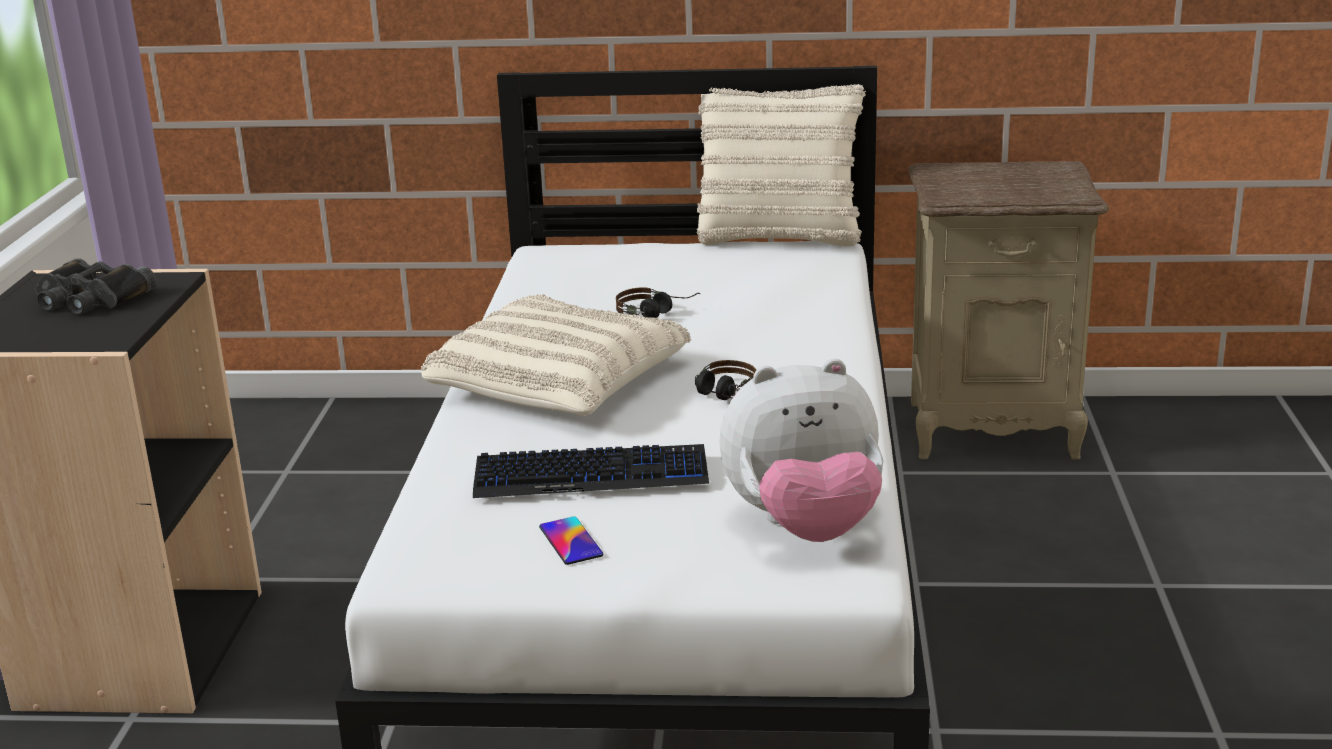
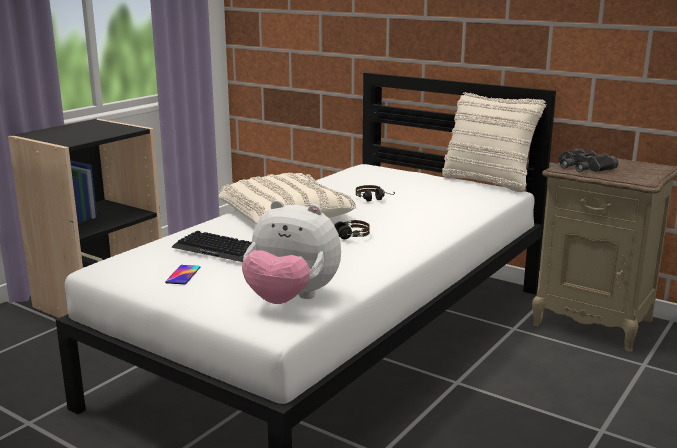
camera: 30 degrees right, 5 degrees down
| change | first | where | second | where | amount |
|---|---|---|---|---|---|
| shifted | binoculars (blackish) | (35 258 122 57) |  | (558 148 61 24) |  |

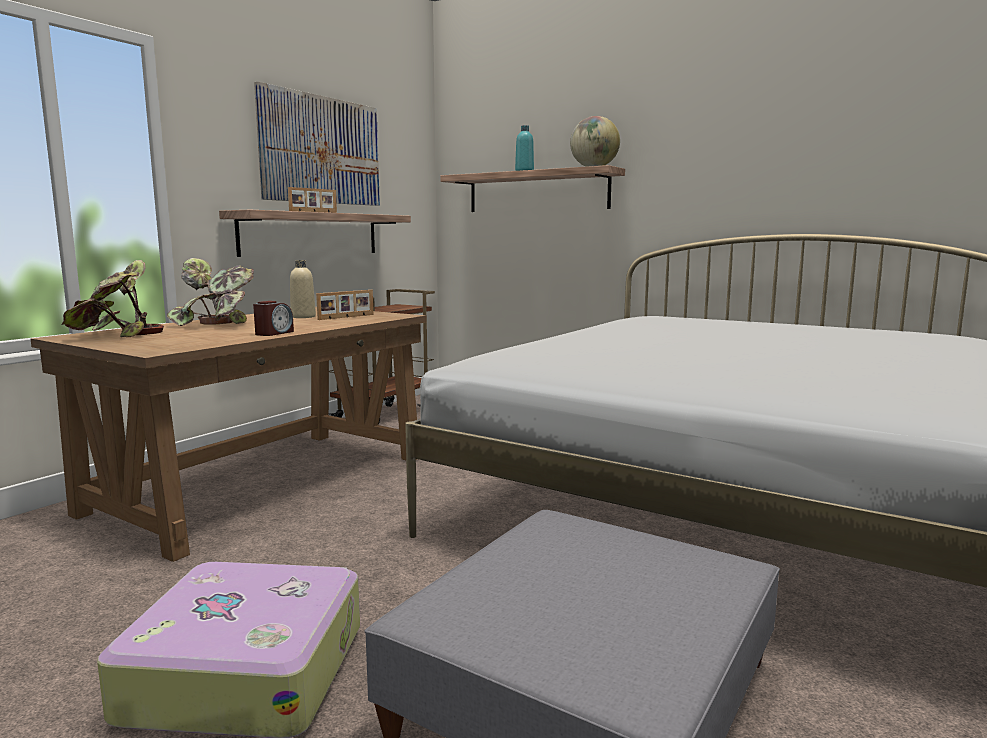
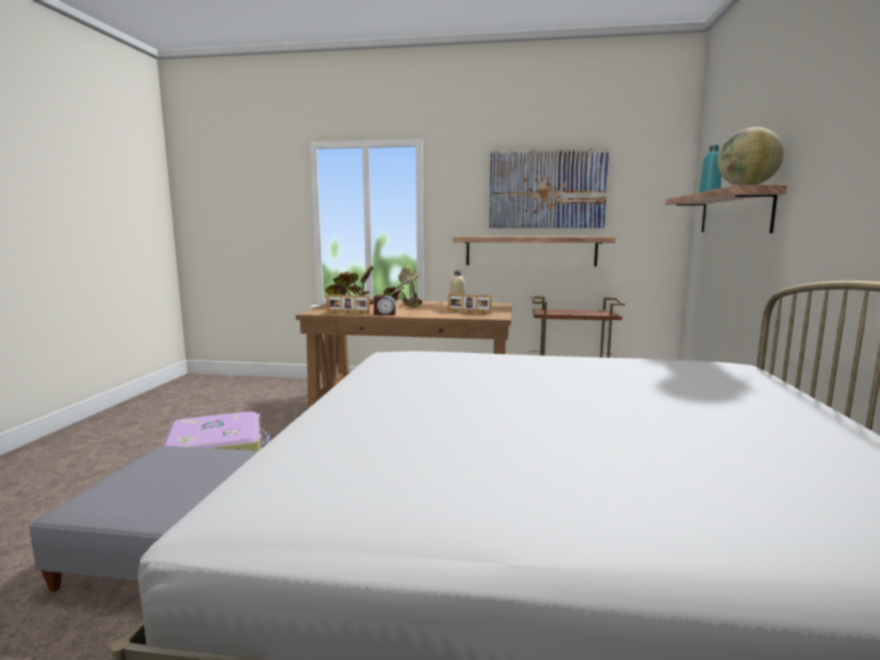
camera: 65 degrees right, 0 degrees up
| change | first | where | second | where | amount |
|---|---|---|---|---|---|
| shifted | standing frame | (288 187 49 26) |  | (326 294 44 20) |  |

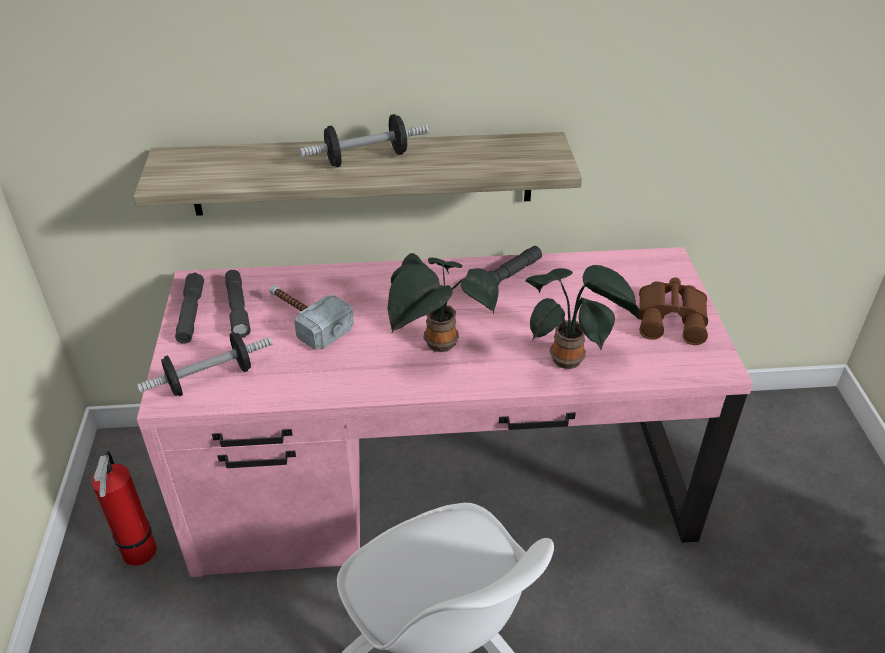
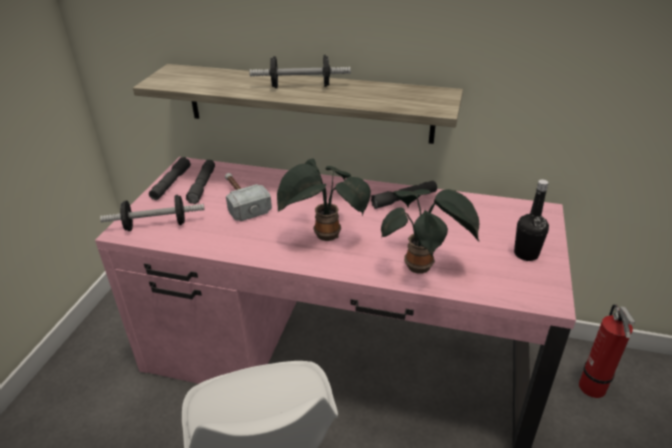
camera: 20 degrees right, 5 degrees down
| change | first | where | second | where | amount |
|---|---|---|---|---|---|
| swapped | binoculars (brownish) | (639 277 69 68) | beverage bottle (blackish) | (514 180 35 81) |  |
| shifted | fire-fighting cylinder | (92 451 65 115) |  | (579 304 56 94) |  |

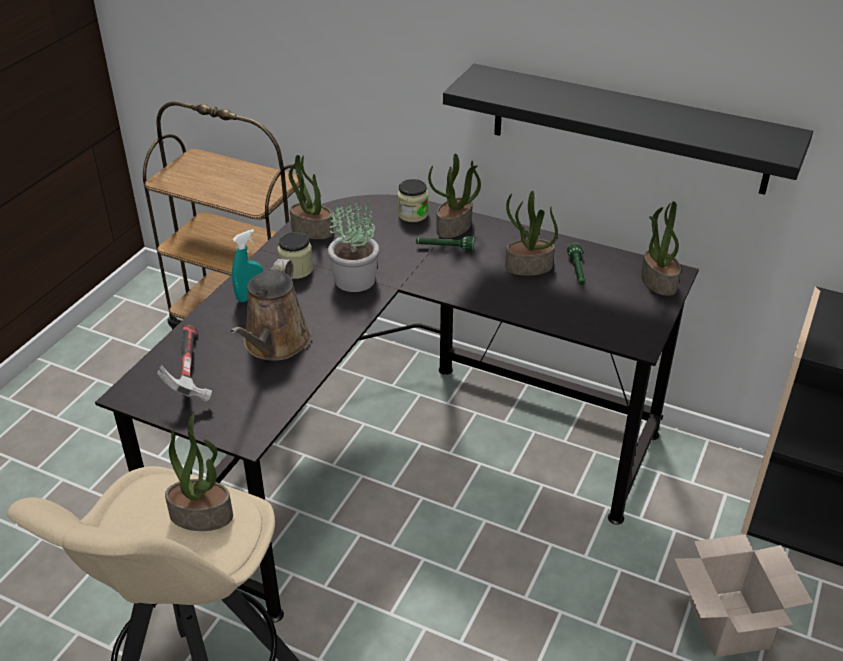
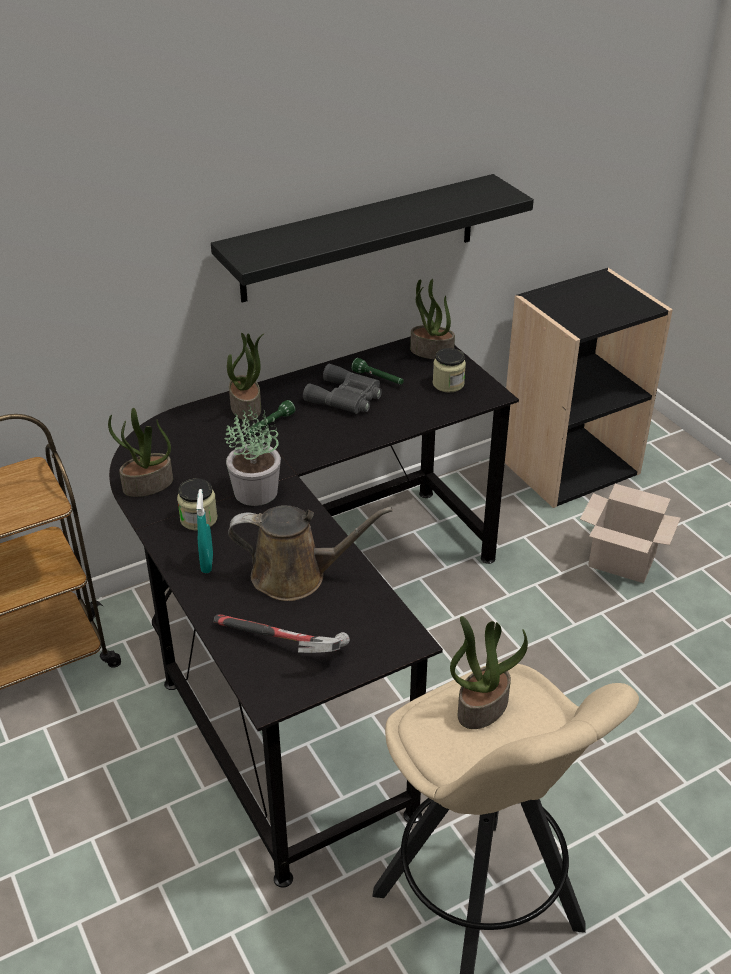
camera: 55 degrees left, 0 degrees up
| change | first | where | second | where | amount |
|---|---|---|---|---|---|
| rotated | watering pot (brownish) | (230 259 81 102) |  | (228 505 165 96) | 45 degrees counterclockwise |
| swapped | houseplant | (505 191 53 85) | binoculars (grey) | (303 364 79 50) |  |
| shifted | storage jar | (397 179 32 43) |  | (433 348 33 44) |  |

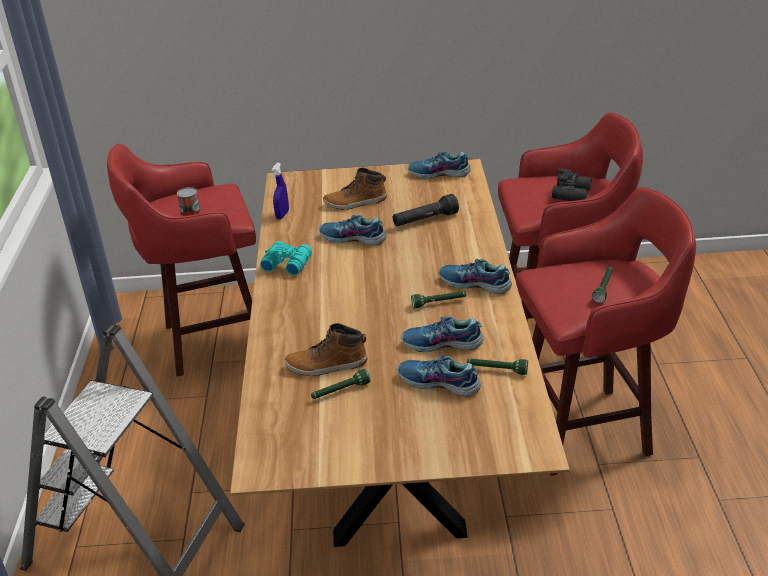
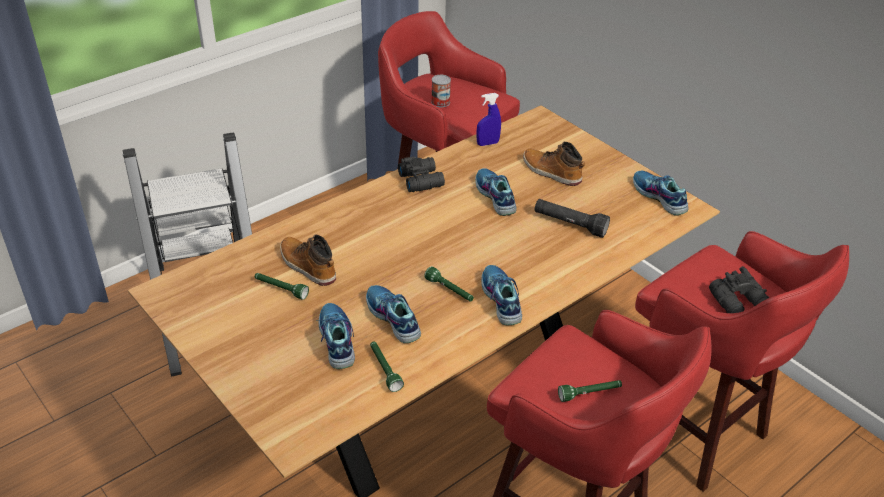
camera: 50 degrees right, 5 degrees up
| change | first | where | second | where | amount |
|---|---|---|---|---|---|
| repainted | binoculars (turquoise) | (260 241 52 34) | binoculars (blackish) | (398 156 47 36) |  |

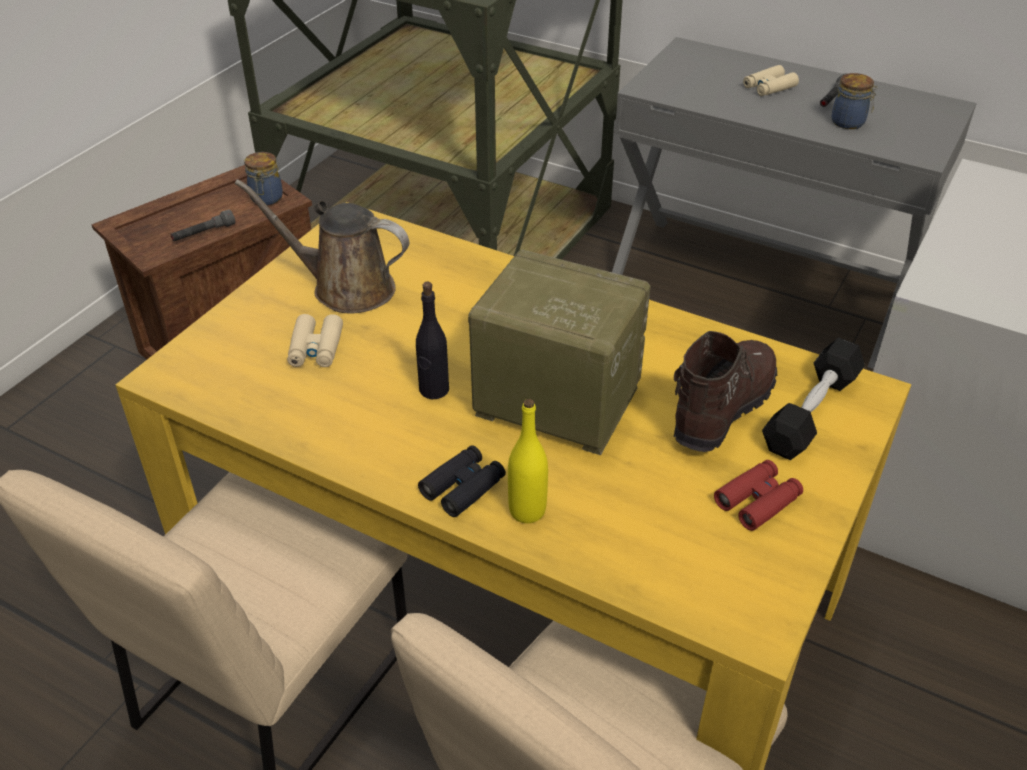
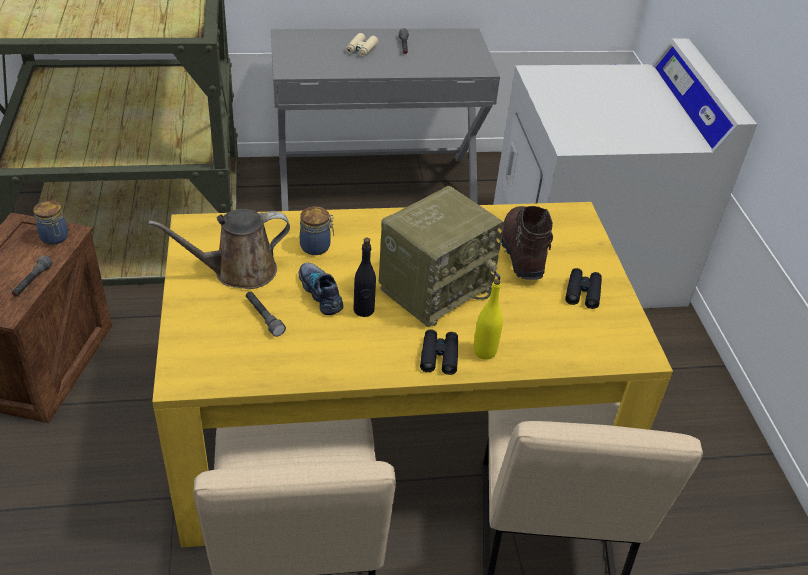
camera: 40 degrees left, 0 degrees up
| change | first | where | second | where | amount |
|---|---|---|---|---|---|
| swapped | binoculars (sand-coloured) | (287 314 56 53) | flashlight (grey) | (246 291 40 46) |  |
| new |  |  | shoe | (299 263 44 52) |  |
| shifted | storage jar | (832 73 46 56) |  | (300 207 34 48) |  |
| rotated | radio set | (468 250 183 205) |  | (379 186 125 141) | 150 degrees clockwise |
| repainted | binoculars (red-coloured) | (714 460 89 71) | binoculars (blackish) | (565 268 37 41) |  |
| gone | dumbbell (blackish) | (762 338 103 122) |  |  |  |

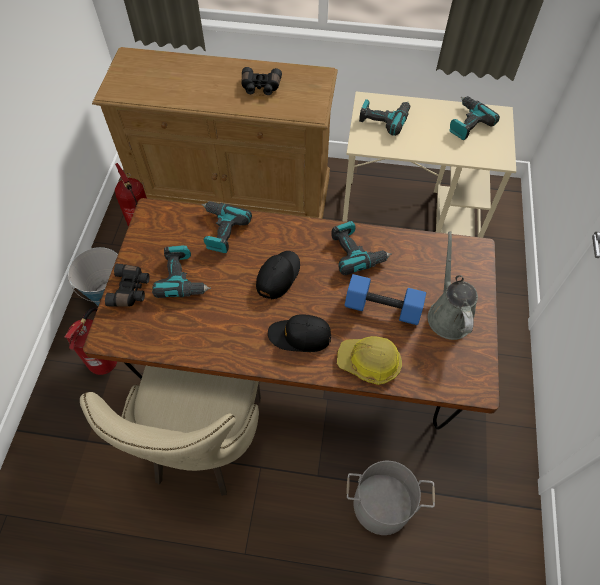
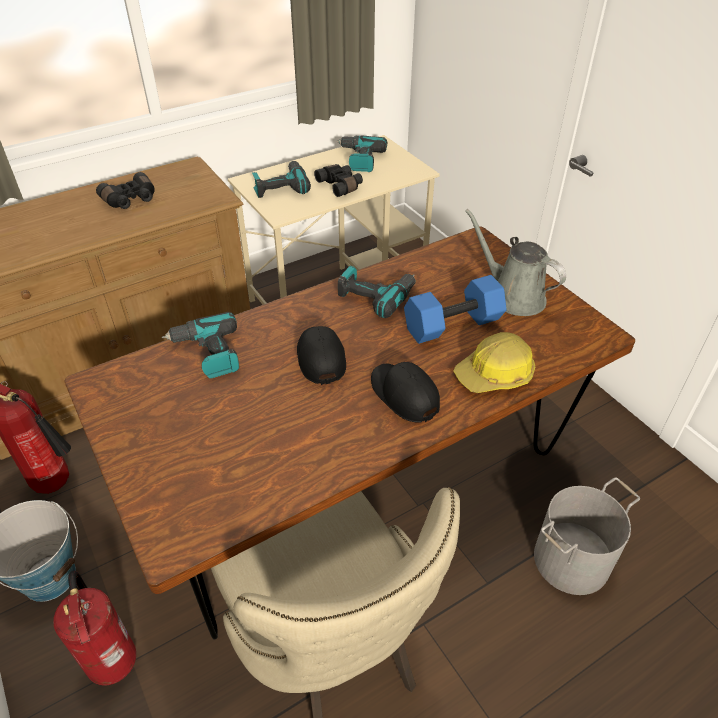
camera: 40 degrees left, 15 degrees down
| change | first | where | second | where | amount |
|---|---|---|---|---|---|
| shifted | binoculars (blackish) | (105 264 45 43) |  | (314 164 49 33) |  |
| rotated | peaked cap (blackish) | (268 315 63 37) |  | (371 362 69 61) | 90 degrees clockwise |
| gone | drill | (152 245 59 53) |  |  |  |

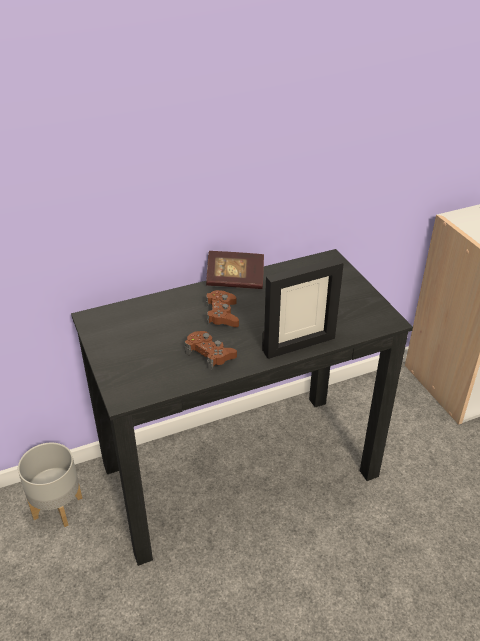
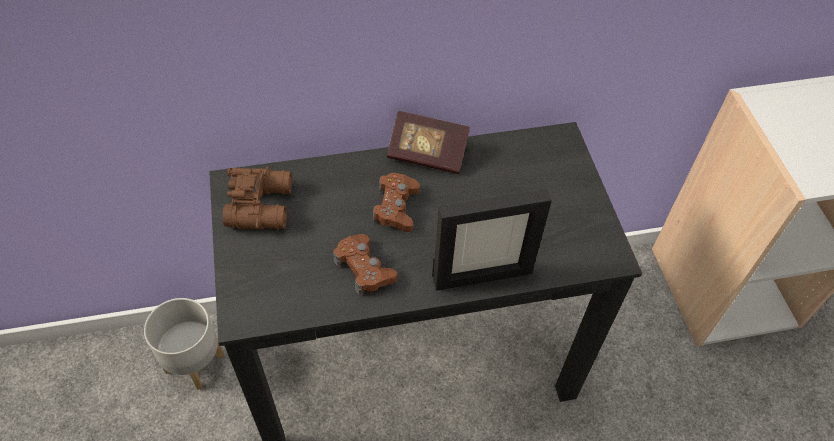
camera: 10 degrees right, 15 degrees up
| change | first | where | second | where | amount |
|---|---|---|---|---|---|
| new |  |  | binoculars (brownish) | (223 166 69 64) |  |

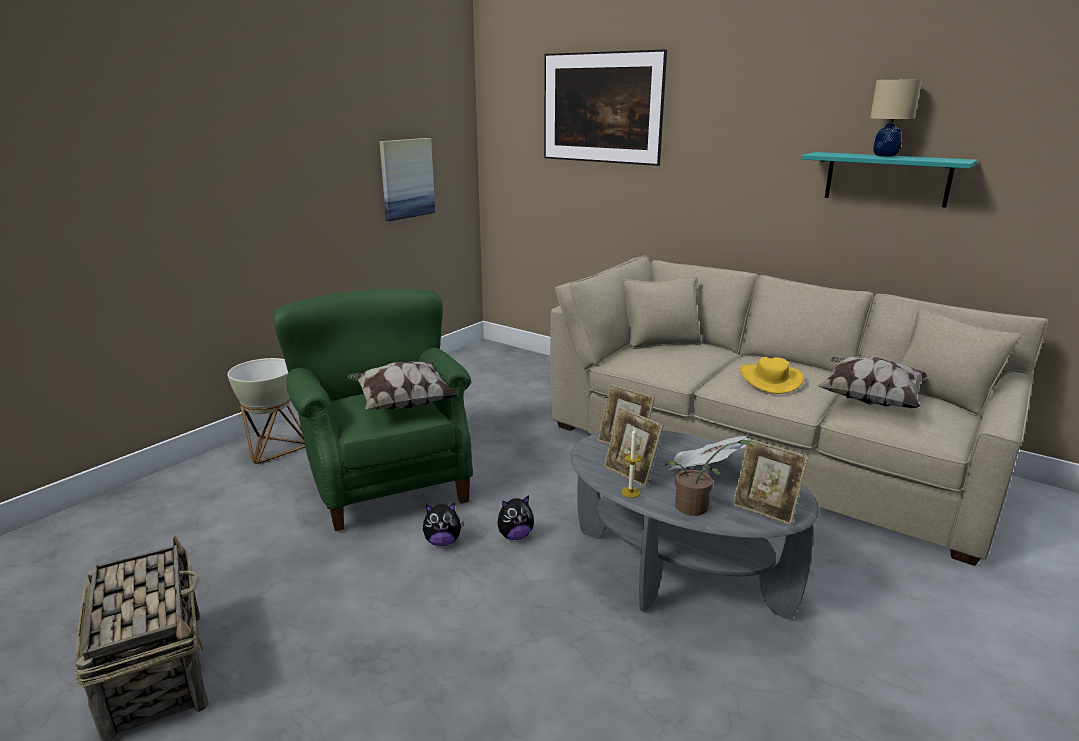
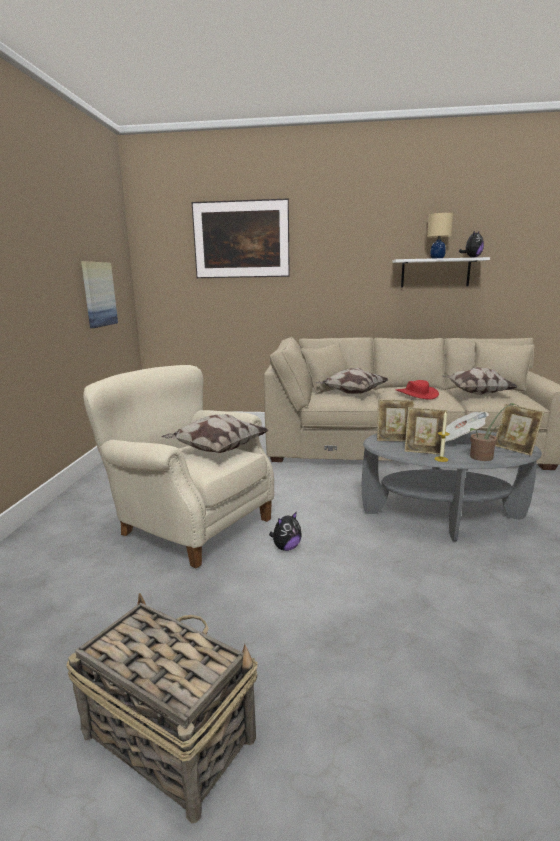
camera: 30 degrees left, 5 degrees down
| change | first | where | second | where | amount |
|---|---|---|---|---|---|
| repainted | armchair (greenish) | (274 289 199 242) | armchair (sand-coloured) | (83 365 191 203) |  |
| new |  |  | pillow | (316 368 73 26) |  |
| repainted | shelf (turquoise) | (801 152 176 56) | shelf (white) | (392 257 98 30) |  |
| repainted | wearable hat (yellow) | (740 357 64 37) | wearable hat (red-coloured) | (396 380 43 20) |  |
| shifted | plush toy | (498 495 36 45) |  | (459 230 25 28) |  |
| rotated | standing frame | (732 438 77 87) |  | (495 404 50 52) | 45 degrees clockwise |
| gone | flower pot | (227 358 78 106) |  |  |  |

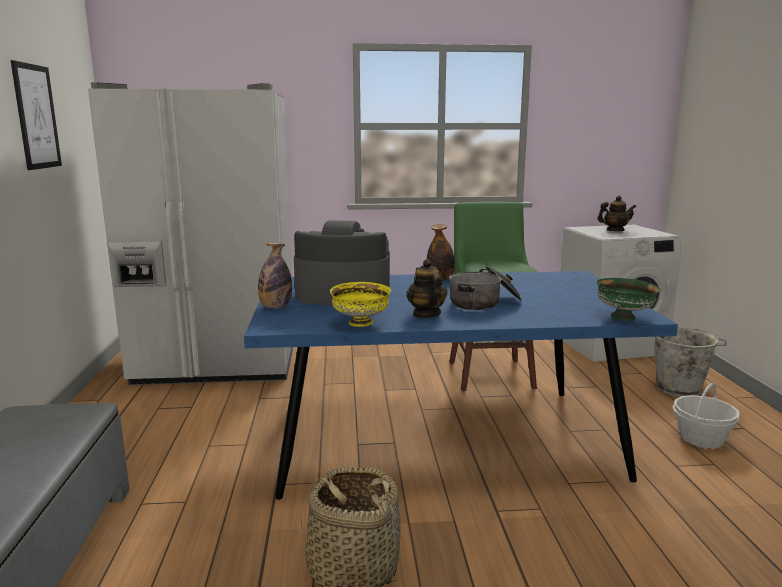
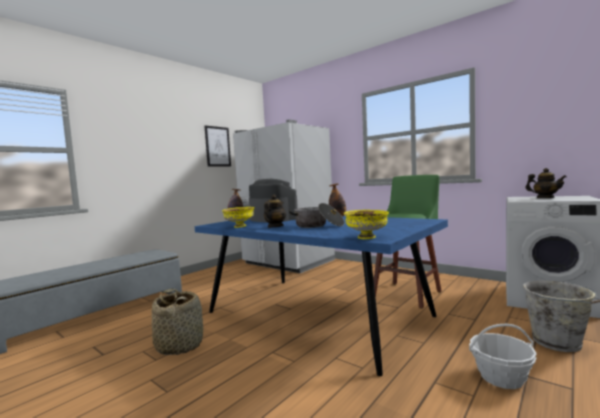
camera: 45 degrees right, 10 degrees down
| change | first | where | second | where | amount |
|---|---|---|---|---|---|
| repainted | deep dish (greenish) | (597 278 63 43) | deep dish (yellow) | (344 210 45 29) |  |

